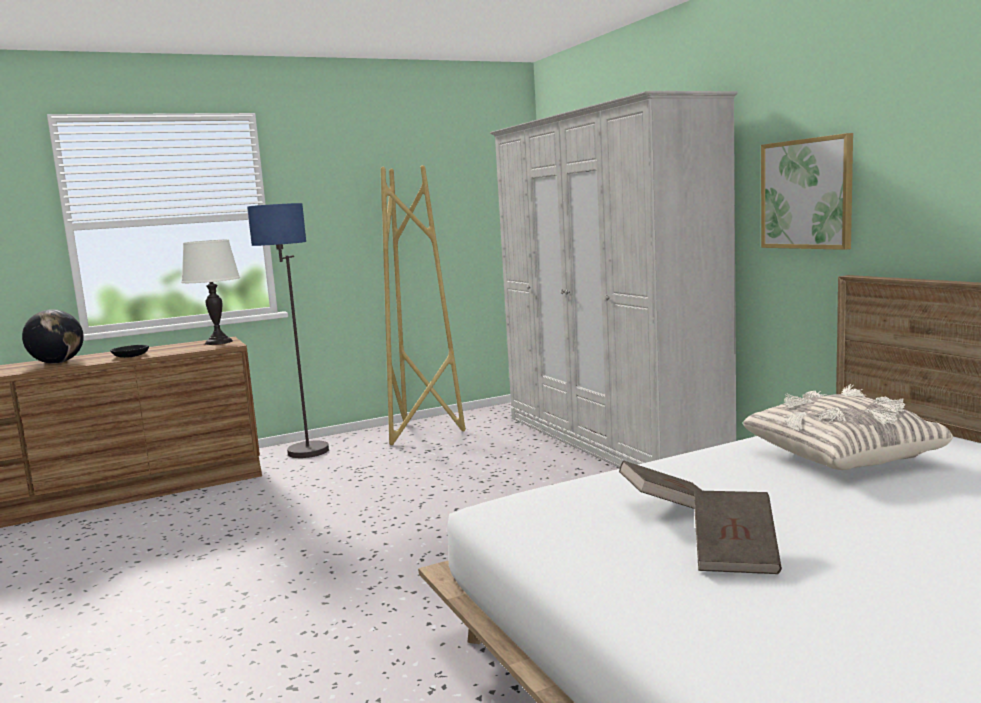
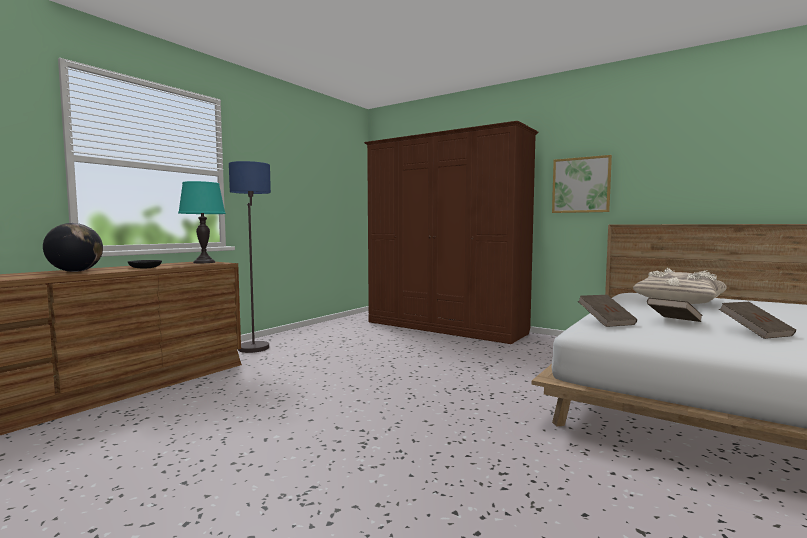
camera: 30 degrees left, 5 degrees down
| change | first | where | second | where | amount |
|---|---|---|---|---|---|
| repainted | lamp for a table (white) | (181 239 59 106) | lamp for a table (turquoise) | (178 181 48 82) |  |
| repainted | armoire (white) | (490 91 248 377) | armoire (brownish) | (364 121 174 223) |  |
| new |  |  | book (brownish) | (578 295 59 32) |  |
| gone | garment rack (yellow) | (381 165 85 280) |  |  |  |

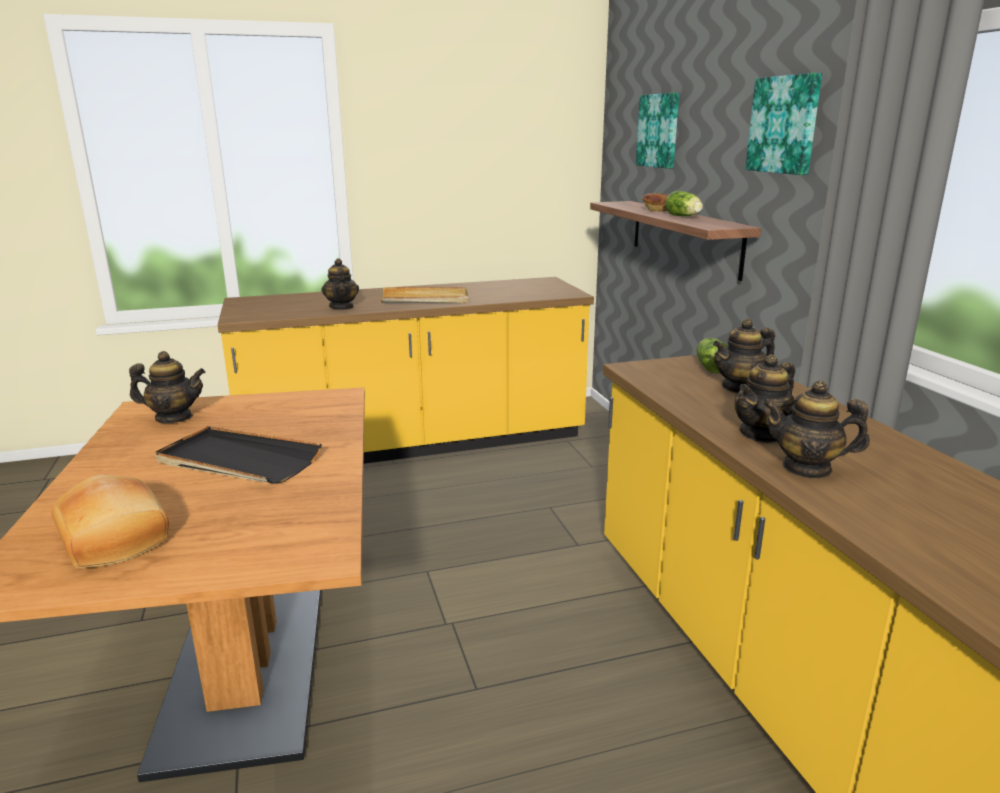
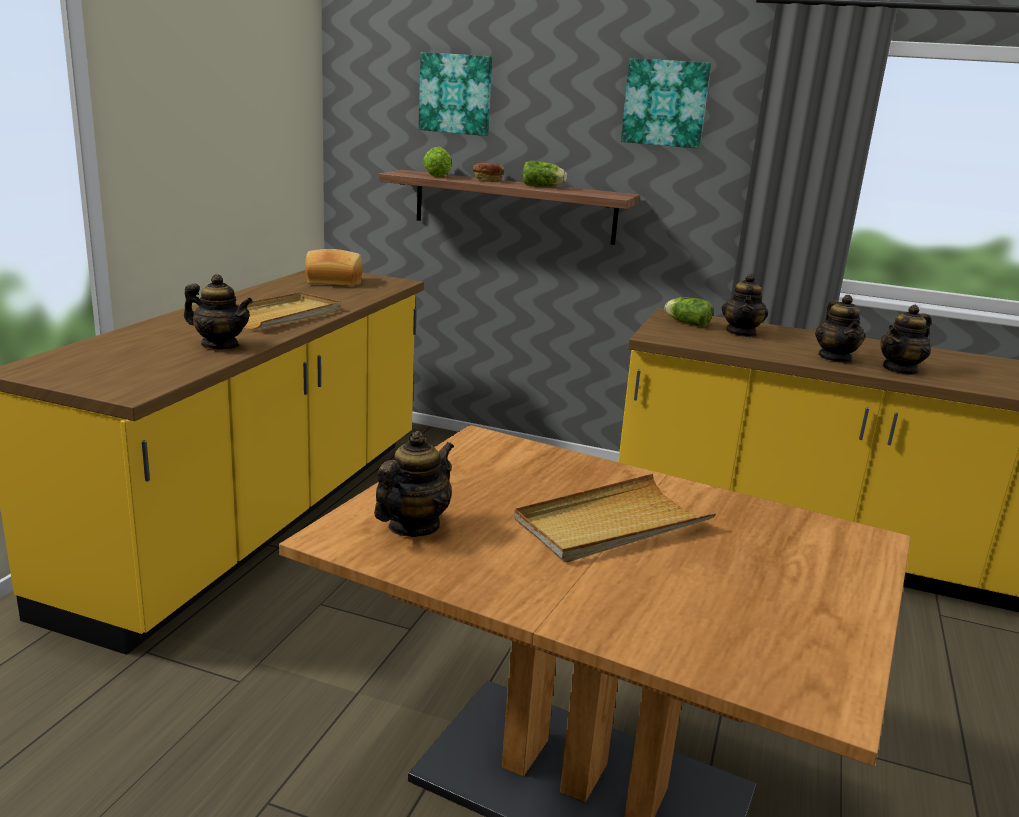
camera: 55 degrees left, 0 degrees up
| change | first | where | second | where | amount |
|---|---|---|---|---|---|
| shifted | bakery bread | (52 475 117 93) |  | (305 249 58 37) |  |
| new |  |  | lettuce | (423 147 28 30) |  |
| repainted | tray (blackish) | (155 426 167 57) | tray (sand-coloured) | (514 474 202 88) |  |

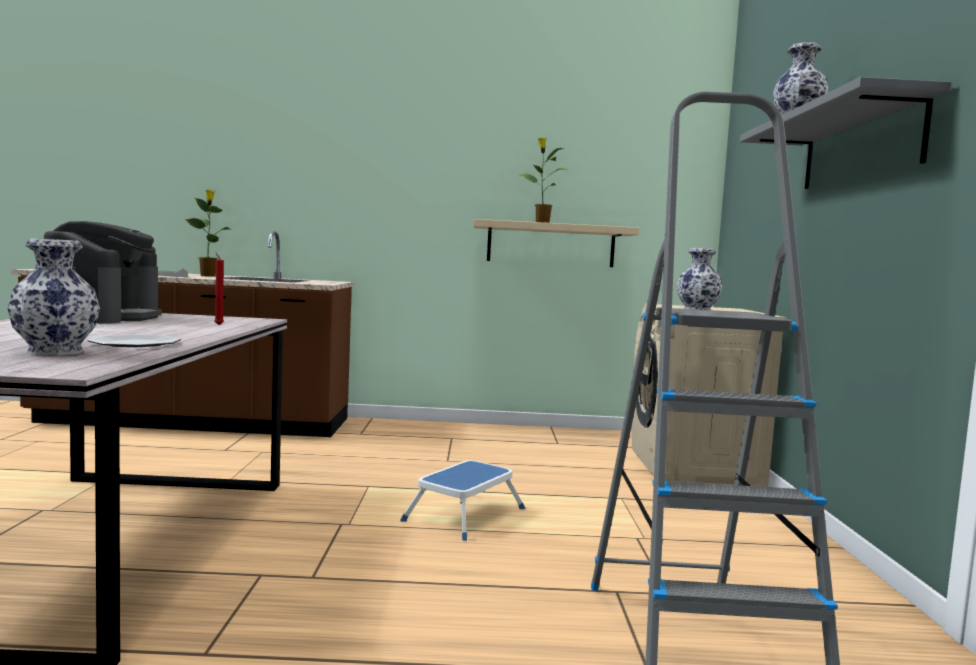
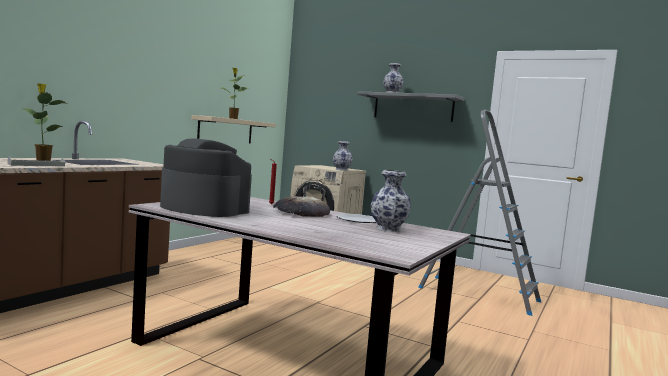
camera: 60 degrees left, 0 degrees up
| change | first | where | second | where | amount |
|---|---|---|---|---|---|
| new |  |  | bakery bread | (273 196 57 21) |  |
| gone | step ladder (bluish) | (400 460 125 81) |  |  |  |

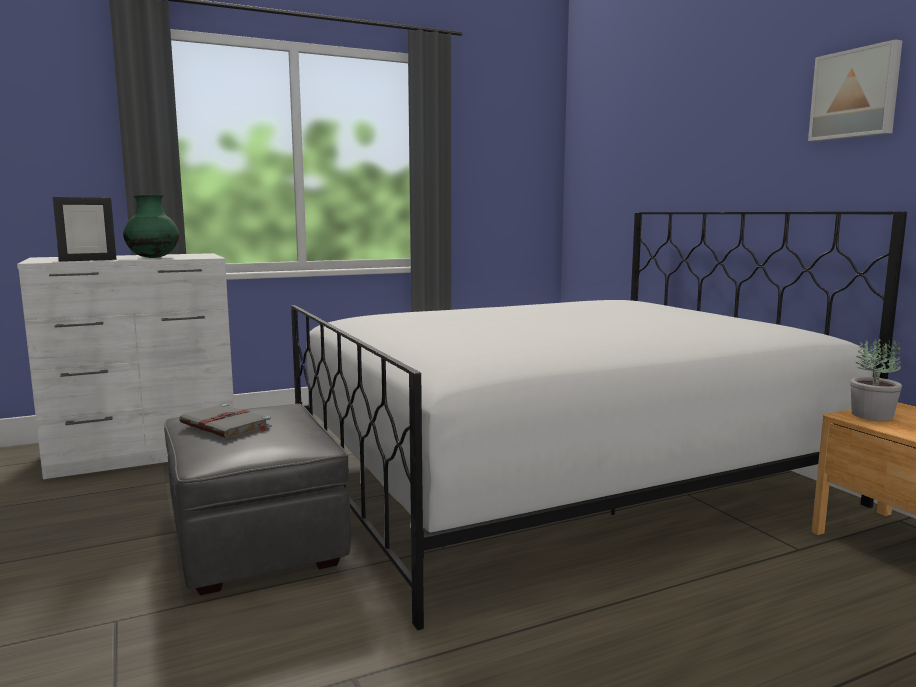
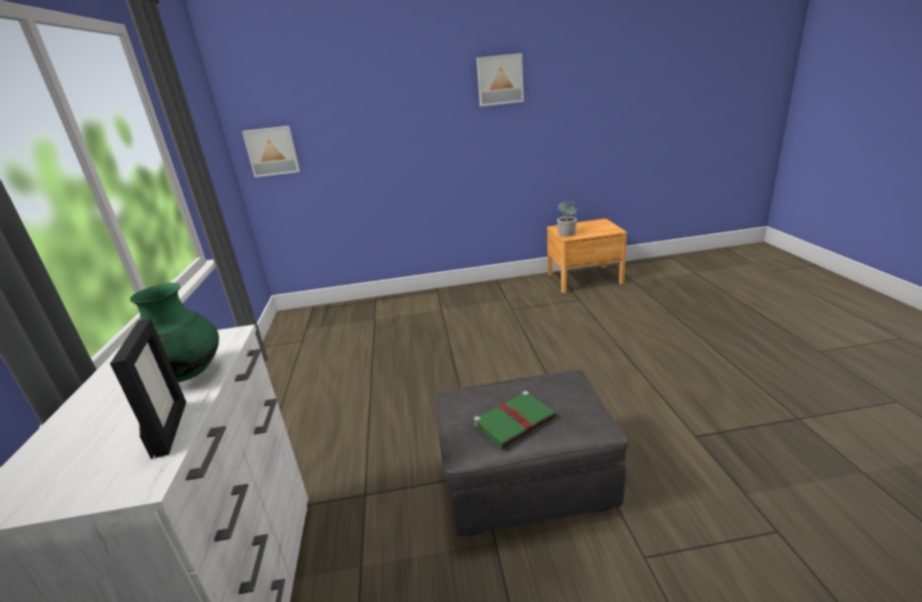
camera: 70 degrees left, 15 degrees up
| change | first | where | second | where | amount |
|---|---|---|---|---|---|
| new |  |  | picture | (242 126 58 51) |  |
| repainted | book (grey) | (179 404 92 34) | book (greenish) | (474 391 82 57) |  |
| gone | bed (white) | (291 212 616 418) |  |  |  |

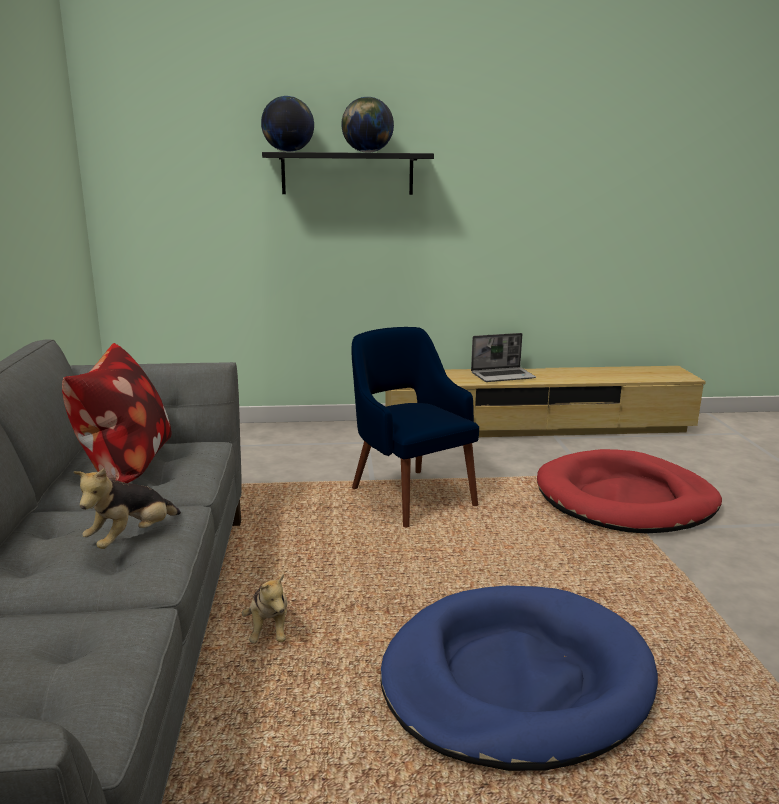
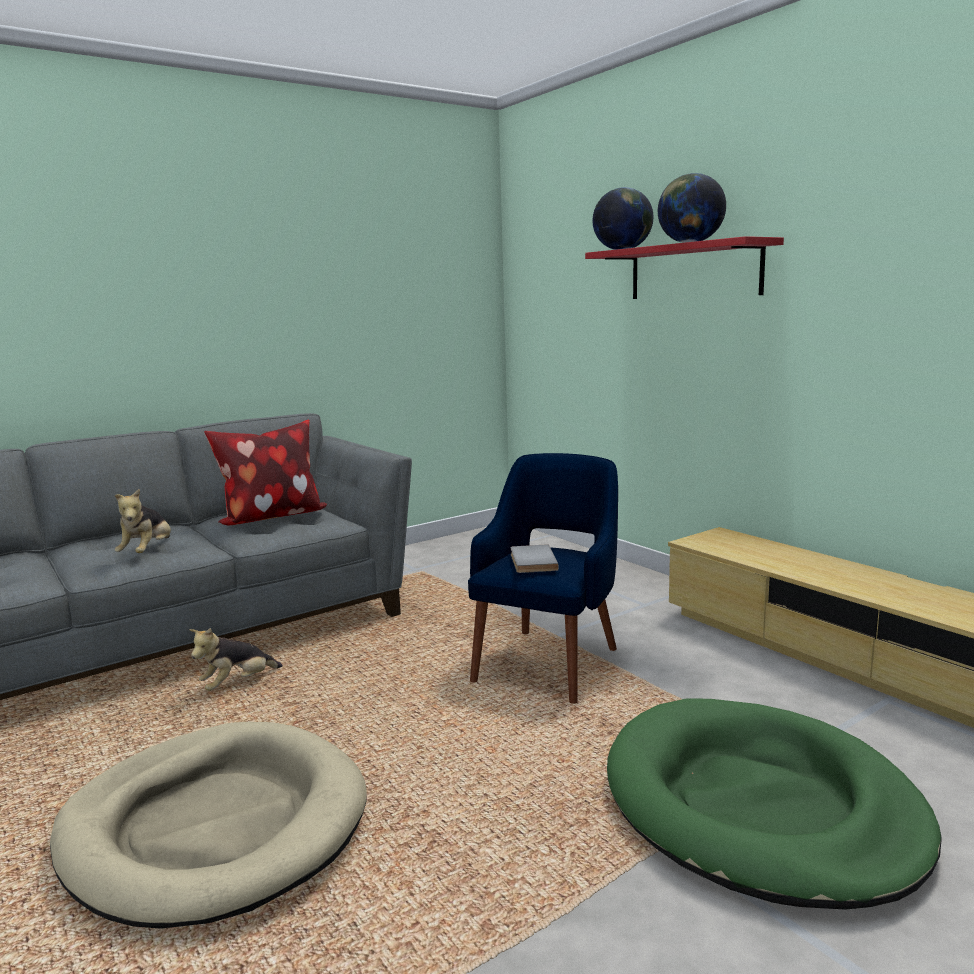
camera: 60 degrees right, 5 degrees down
| change | first | where | second | where | amount |
|---|---|---|---|---|---|
| repainted | dog cushion (bluish) | (381 586 277 185) | dog cushion (sand-coloured) | (50 722 317 207) |  |
| rotated | plush toy | (73 468 108 81) |  | (115 489 56 64) | 90 degrees counterclockwise |
| new |  |  | book (grey) | (510 544 49 29) |  |
| repainted | shelf (blackish) | (262 152 172 43) | shelf (red-coloured) | (585 236 199 63) |  |
| repainted | dog cushion (red-coloured) | (537 449 185 85) | dog cushion (greenish) | (607 698 335 212) |  |
| gone | notebook computer | (471 333 65 49) |  |  |  |

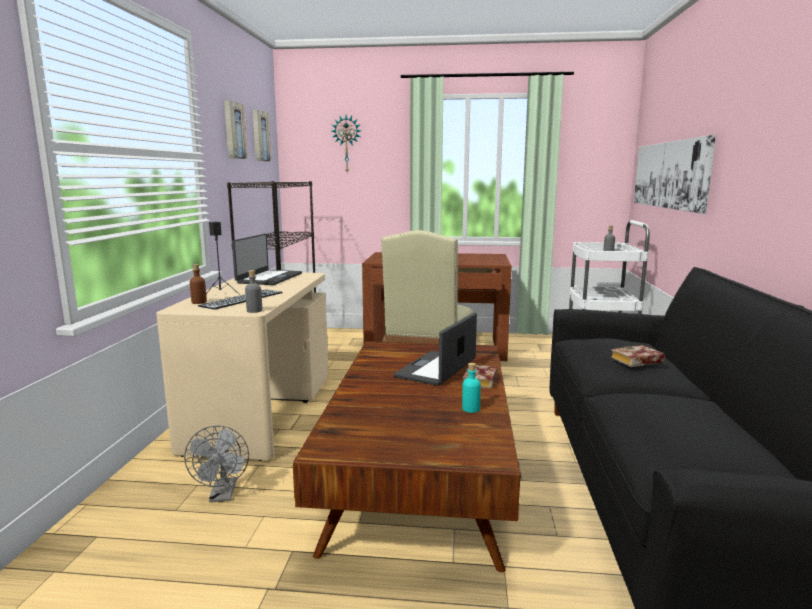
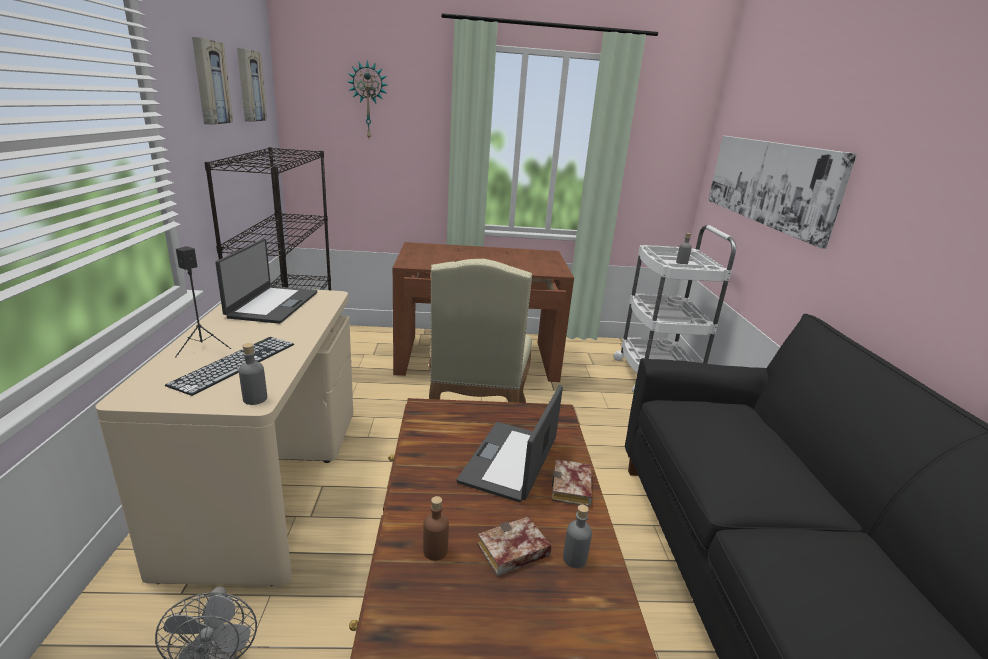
camera: 10 degrees left, 10 degrees up
| change | first | where | second | where | amount |
|---|---|---|---|---|---|
| shifted | beverage bottle (brownish) | (190 264 17 40) |  | (423 496 26 65) |  |
| shifted | book | (611 345 54 22) |  | (477 517 75 59) |  |
| repainted | beverage bottle (turquoise) | (462 363 19 50) | beverage bottle (grey) | (563 505 29 64) |  |

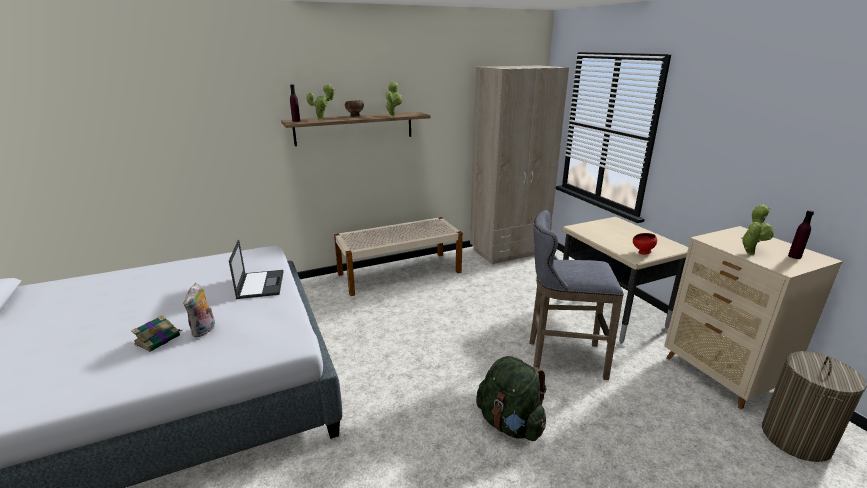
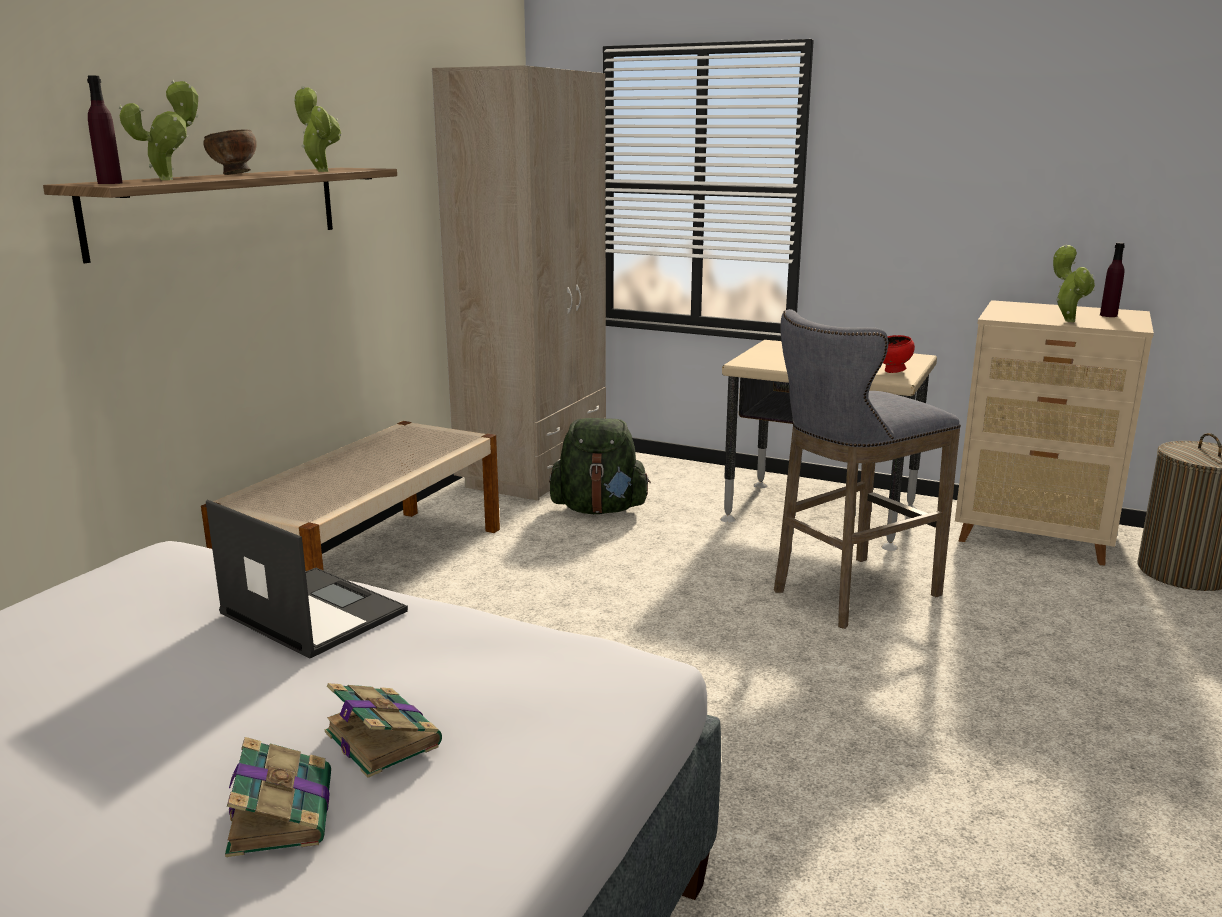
camera: 40 degrees left, 5 degrees down
| change | first | where | second | where | amount |
|---|---|---|---|---|---|
| swapped | plush toy | (184 283 31 54) | book | (325 683 117 95) |  |
| shifted | rucksack (greenish) | (476 356 70 85) |  | (549 418 102 96) |  |

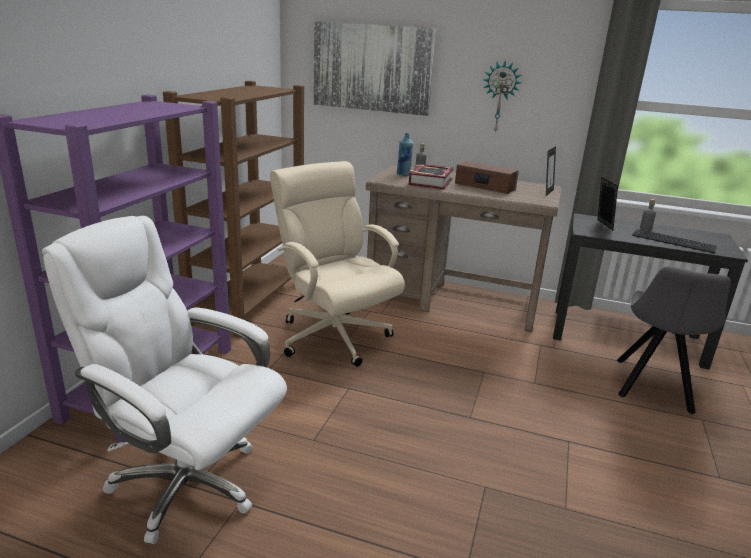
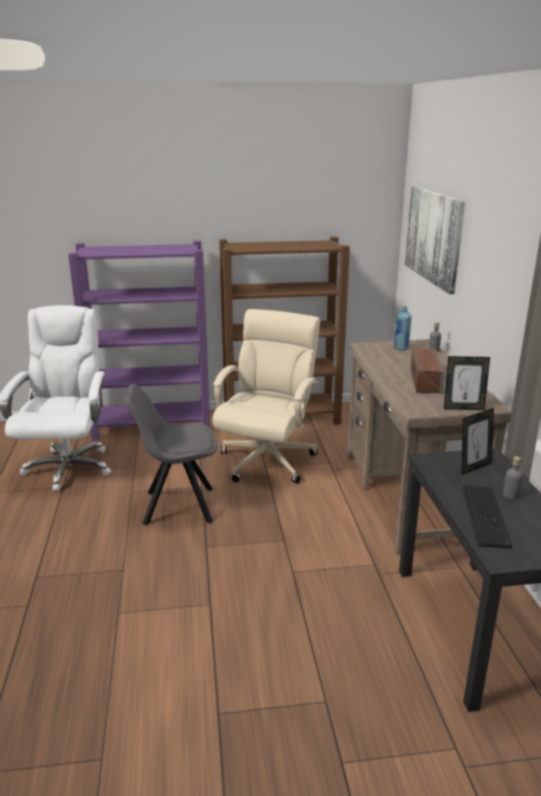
camera: 65 degrees right, 0 degrees up
| change | first | where | second | where | amount |
|---|---|---|---|---|---|
| shifted | chair (grey) | (617 266 114 148) |  | (124 384 93 141) |  |
| gone | book | (409 164 45 25) |  |  |  |
| gone | clock on the wall | (483 61 39 73) |  |  |  |

